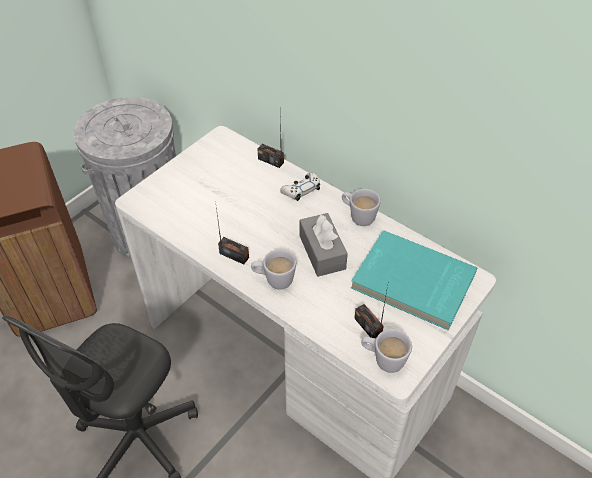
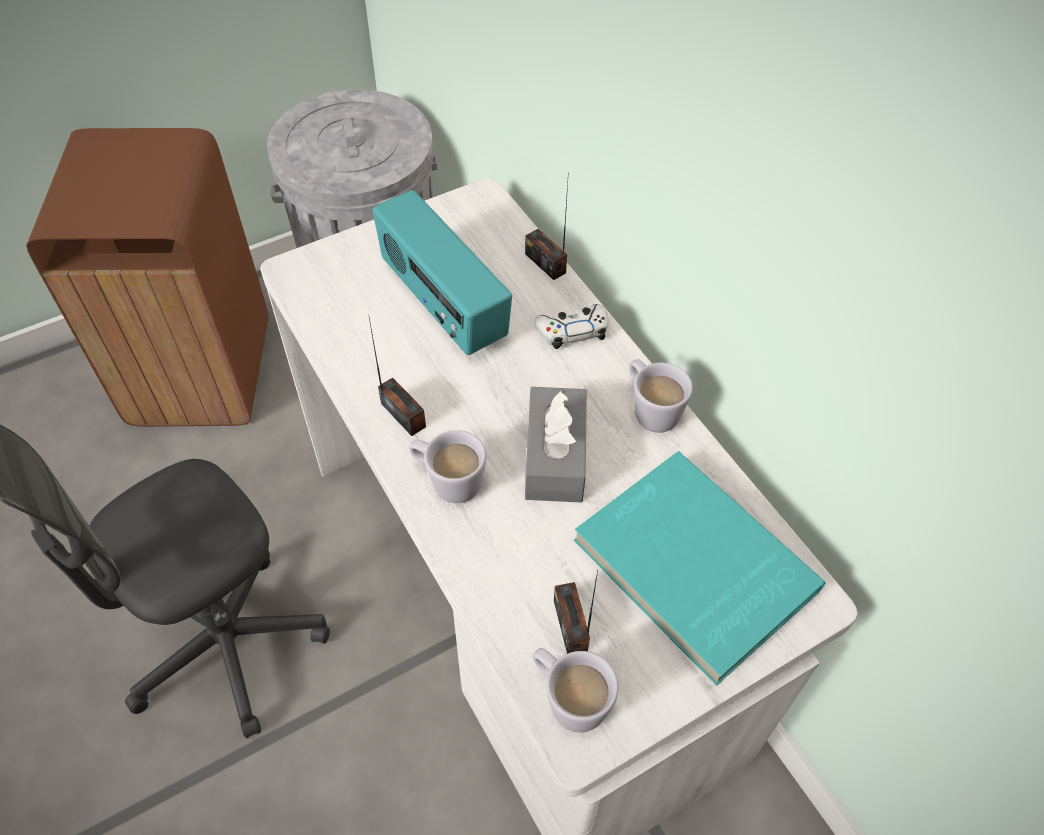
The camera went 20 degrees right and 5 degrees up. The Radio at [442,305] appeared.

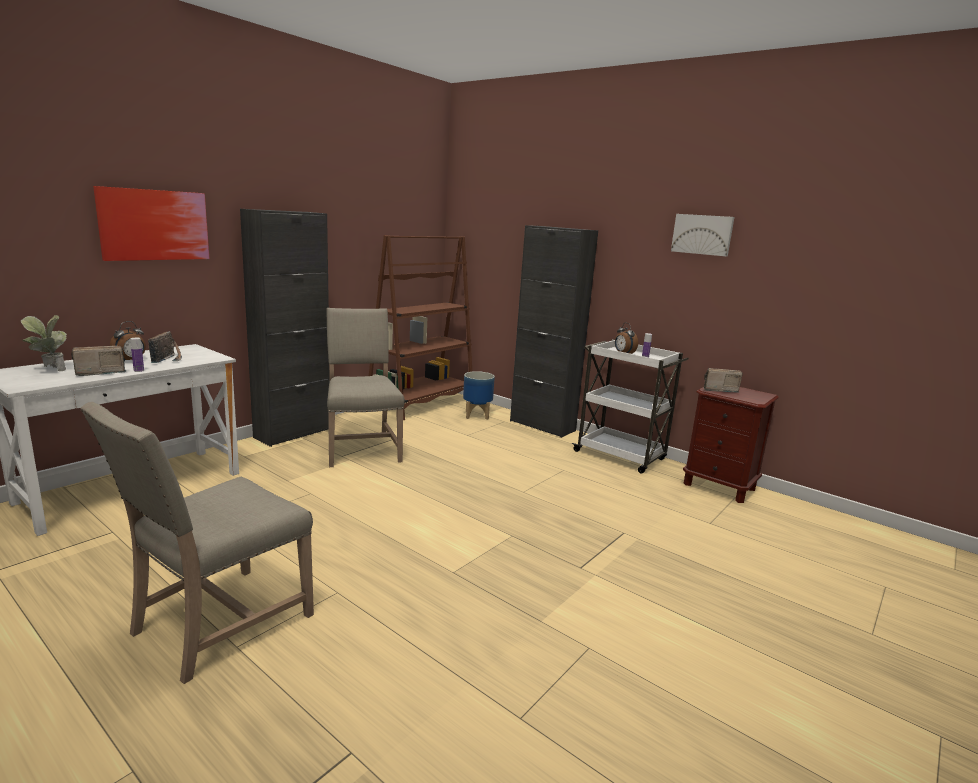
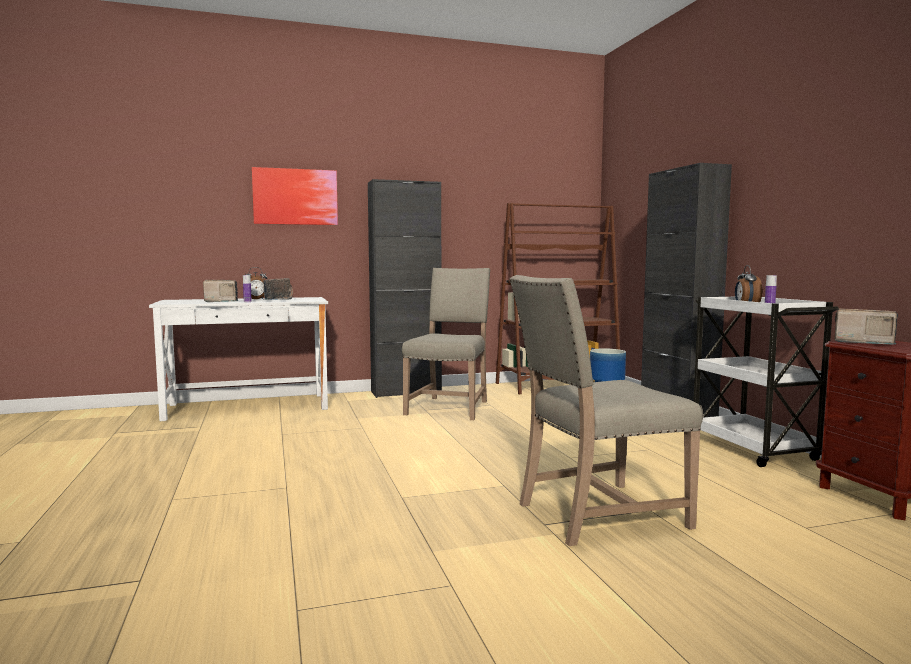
The camera went 35 degrees right and 10 degrees down. The BeigeChair moved from [217,624] to [596,514]. The PottedPlant at [50,370] disappeared. The Picture at [702,234] disappeared.

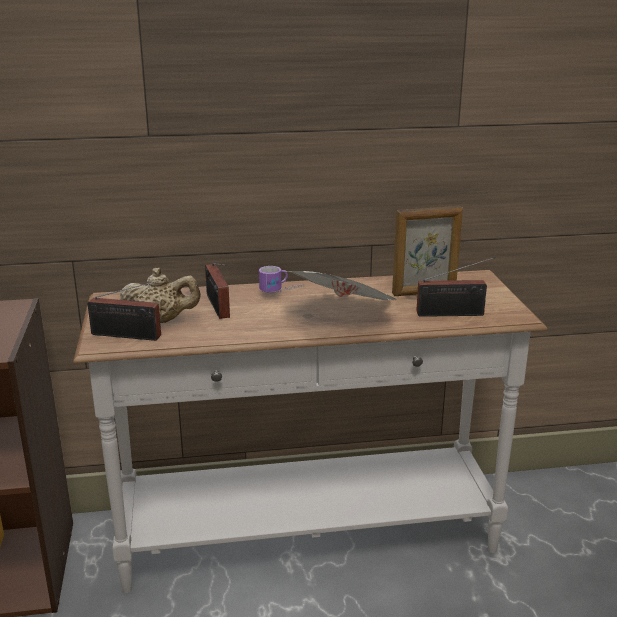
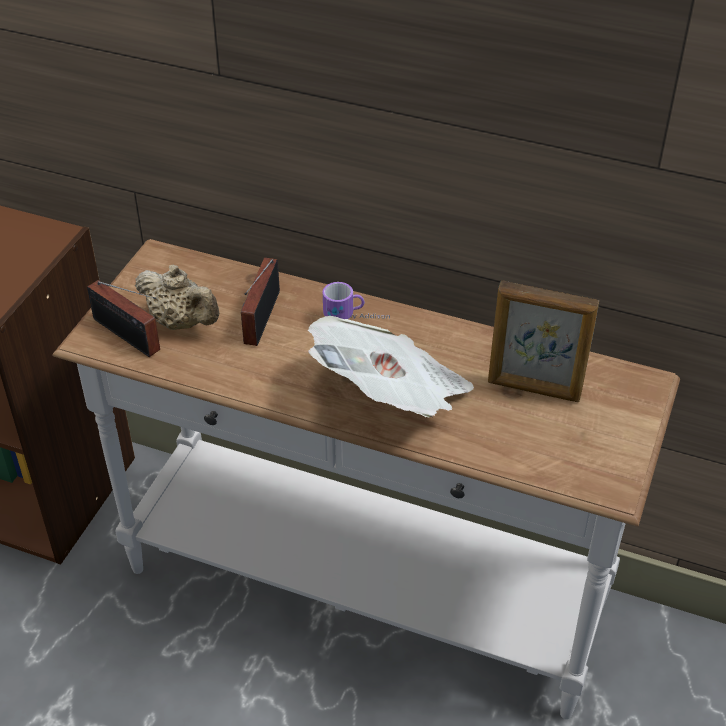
The camera went 30 degrees right and 20 degrees up. The Radio at [454,314] disappeared.

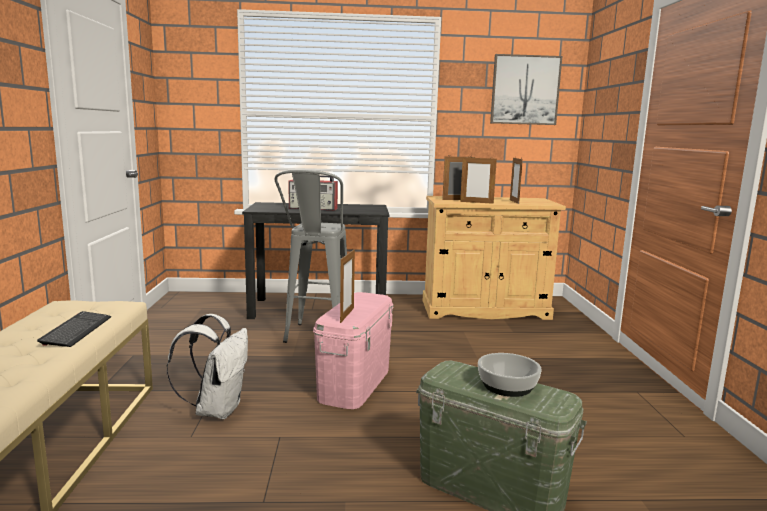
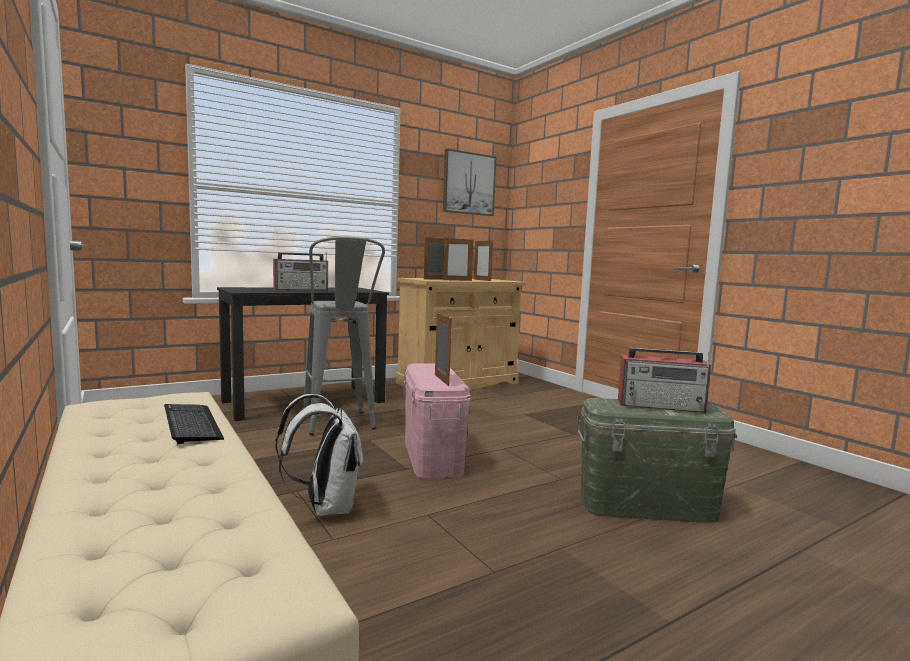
The camera went 30 degrees left and 5 degrees down. The Bowl at [508,386] was replaced by the Radio at [661,406].

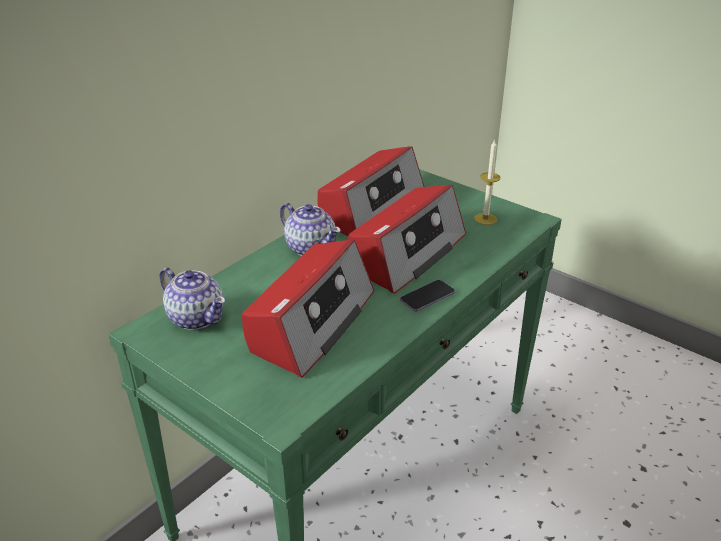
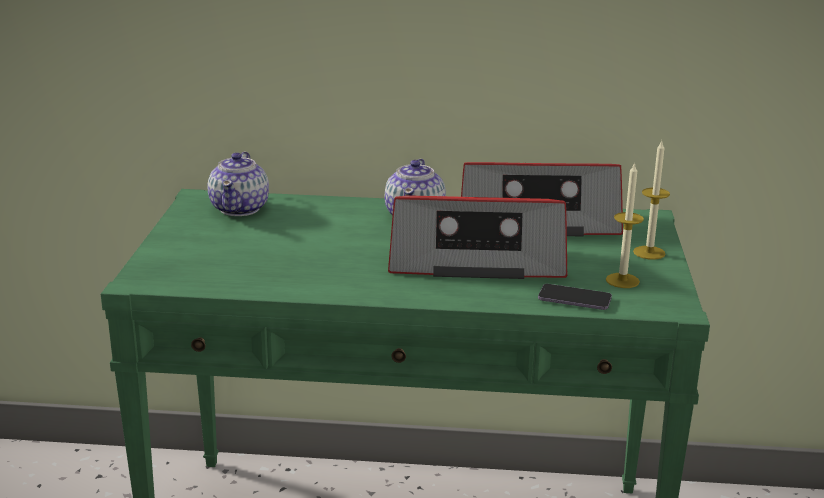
The camera went 55 degrees right and 10 degrees down. The Phone moved from [427,297] to [574,299]. The Candle at [649,252] appeared. The Radio at [311,322] disappeared.

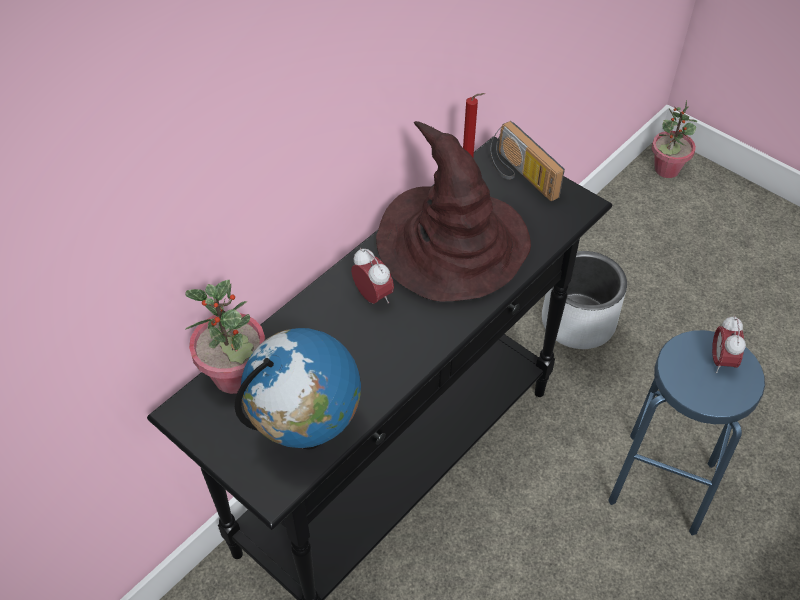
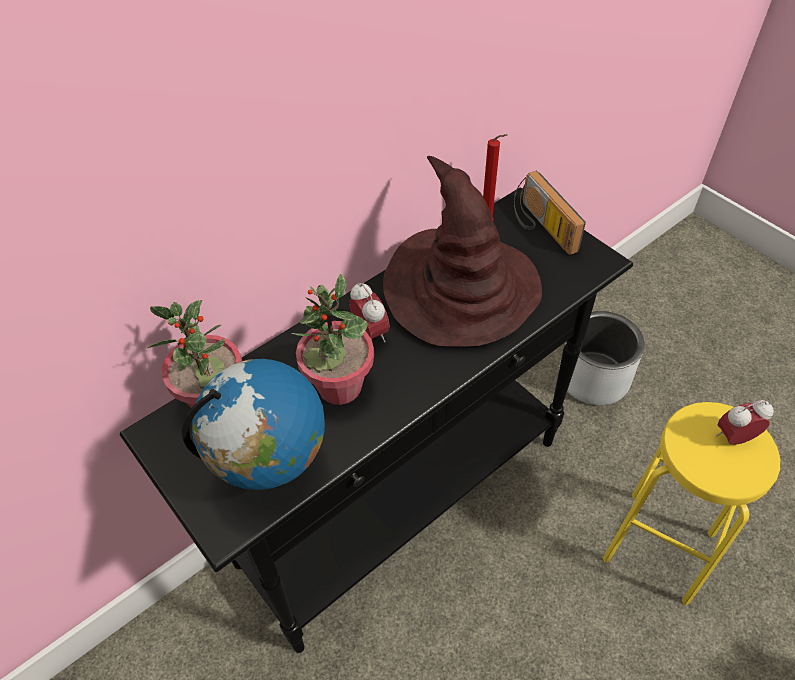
The camera went 10 degrees right and 0 degrees up. The PottedPlant moved from [666,169] to [339,386]. The BlueStool at [662,483] became the YellowStool at [659,546]. The AlarmClock at [721,361] turned 60 degrees clockwise.

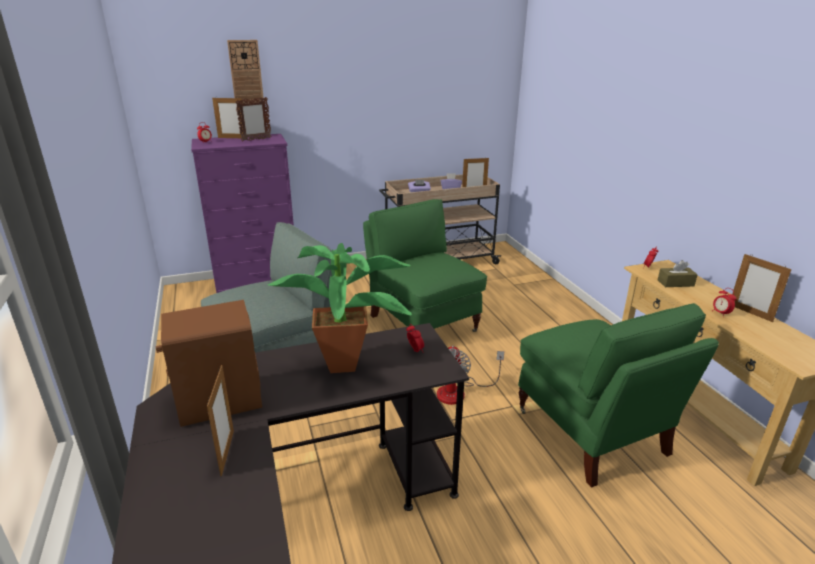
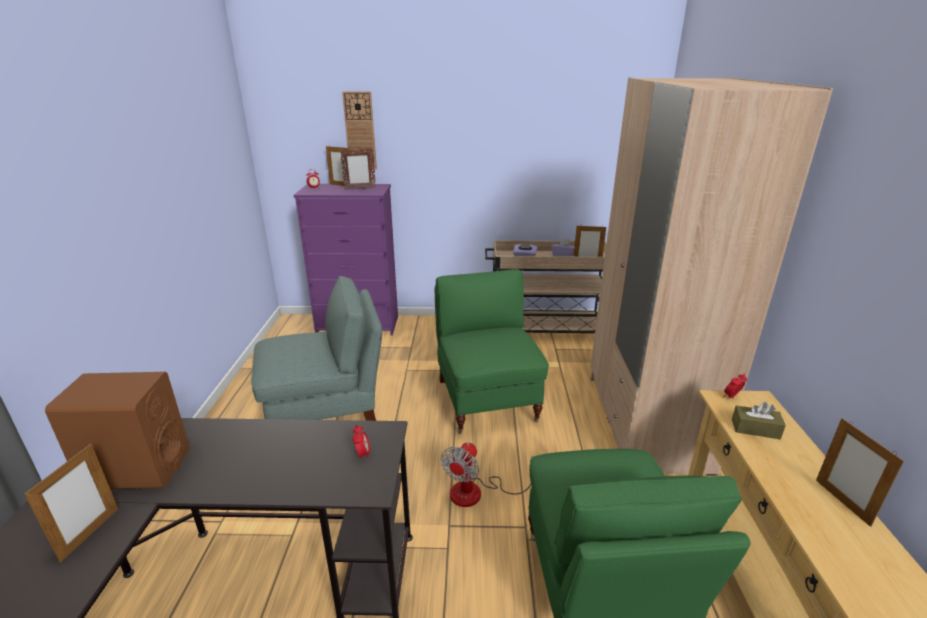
The camera went 20 degrees right and 0 degrees up. The BeigeWardrobe at [645,421] appeared. The PottedPlant at [349,366] disappeared. The AlarmClock at [720,313] disappeared.

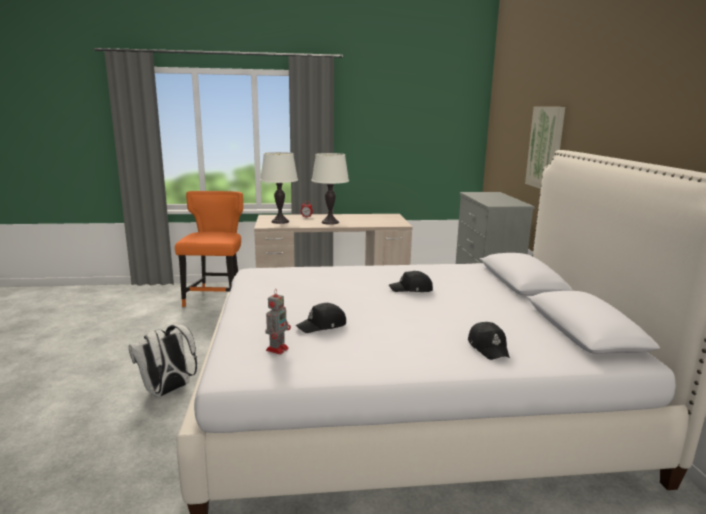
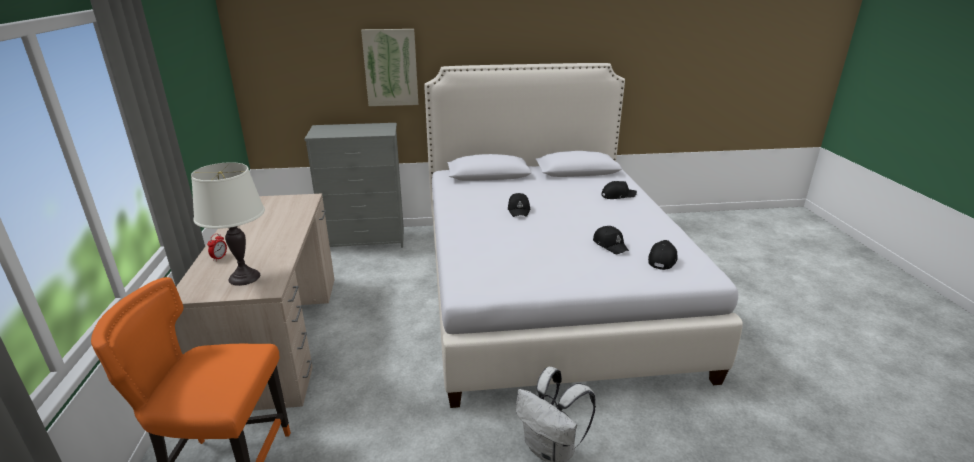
The camera went 90 degrees left and 10 degrees up. The ToyRobot at [278,349] was replaced by the BlackCap at [662,259]. The WhiteTableLamp at [330,222] disappeared.

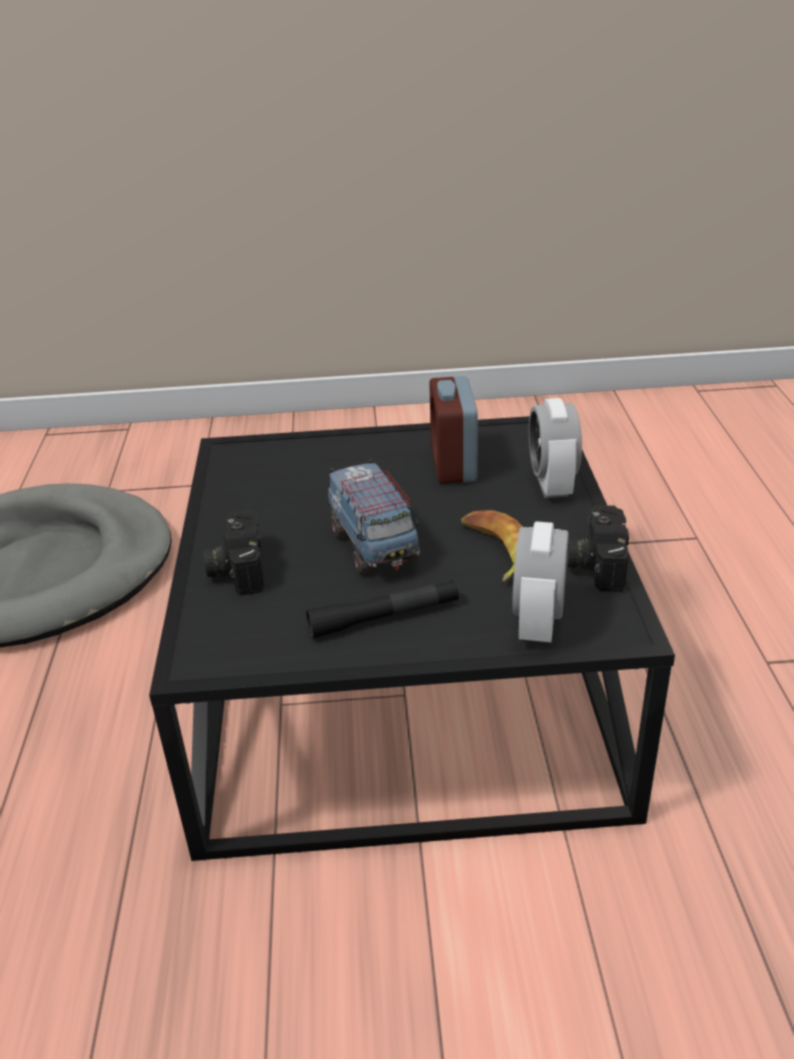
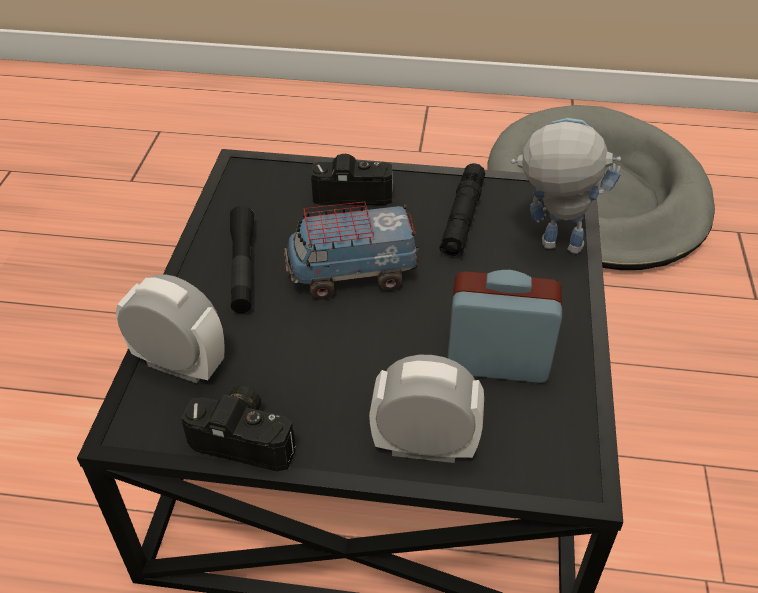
The camera went 100 degrees right and 10 degrees up. The BlackFlashlight at [462,218] appeared. The ToyRobot at [549,246] appeared. The Banana at [494,550] disappeared.

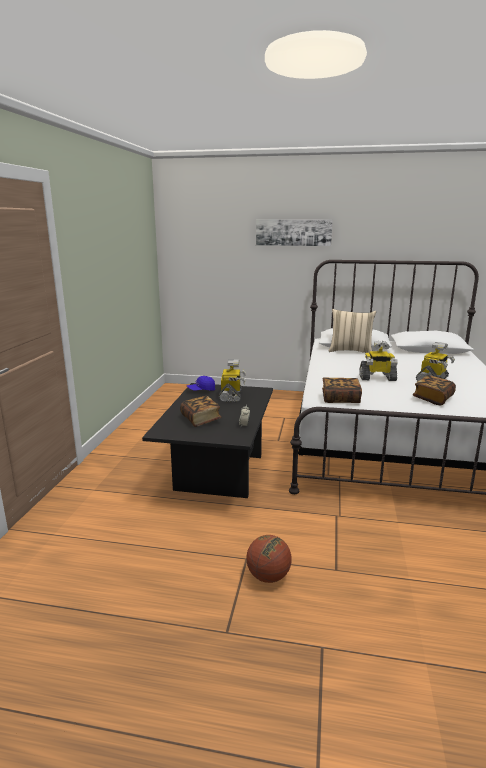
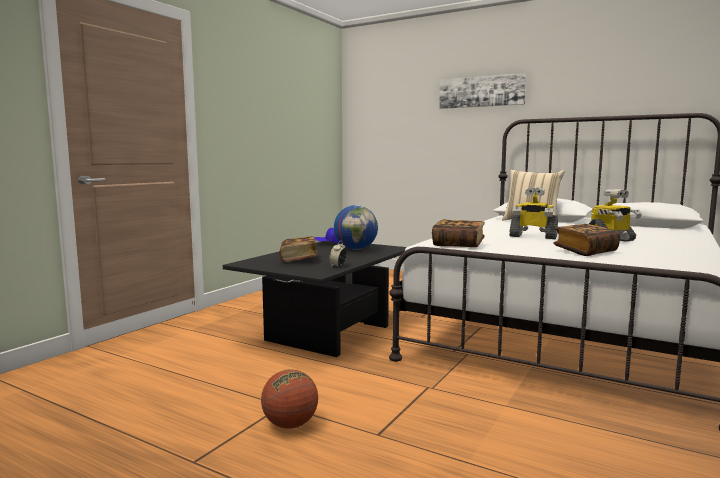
The camera went 20 degrees right and 10 degrees down. The ToyRobot at [231,396] was replaced by the Globe at [356,249].

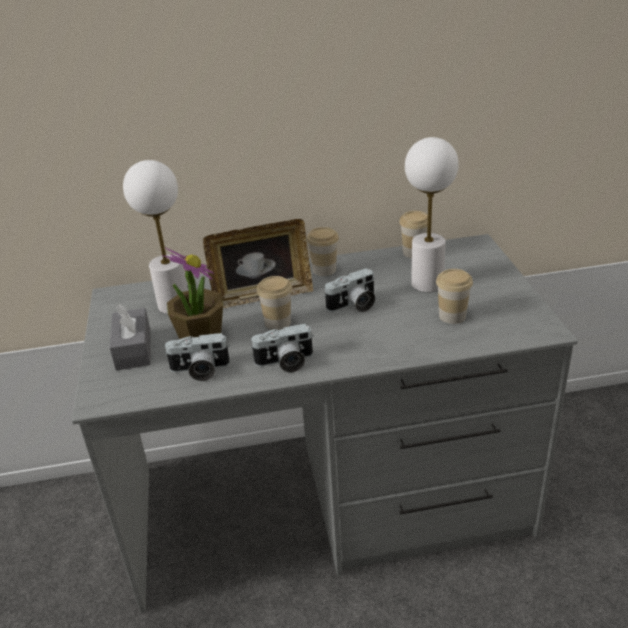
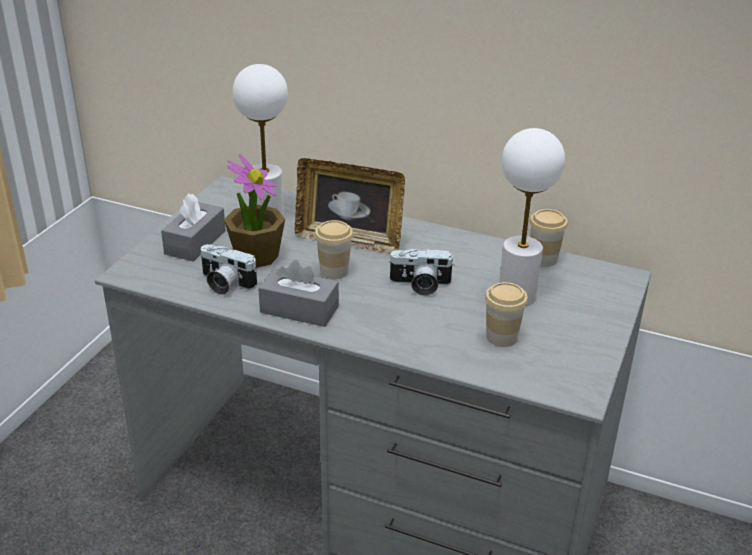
The camera went 30 degrees right and 0 degrees up. The PhotoCamera at [285,363] was replaced by the GreyTissueBox at [299,309]. The Cup at [324,270] disappeared.

